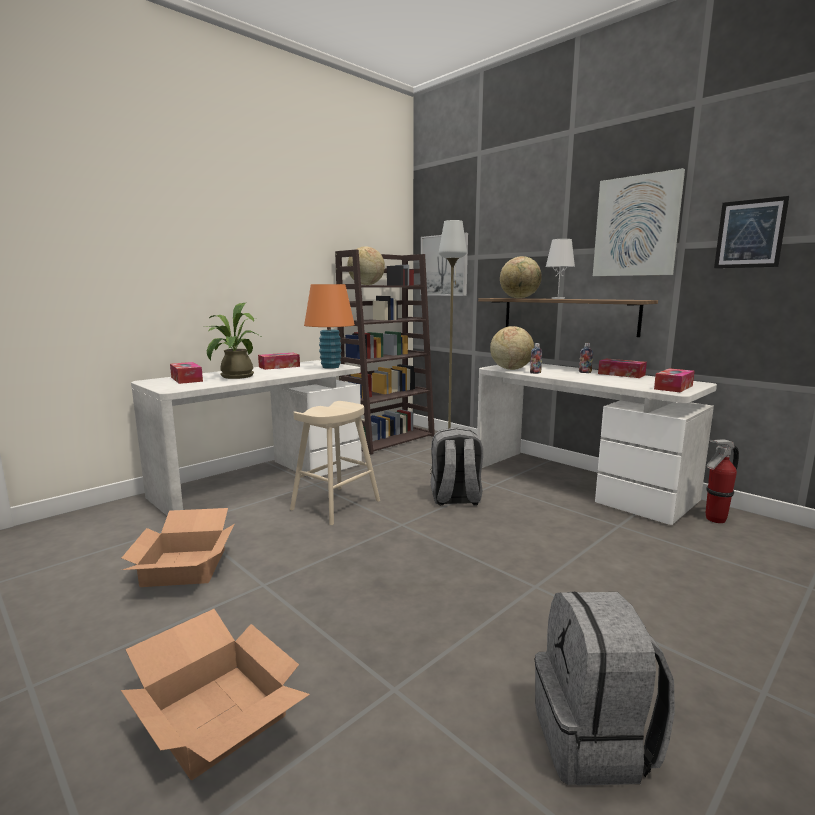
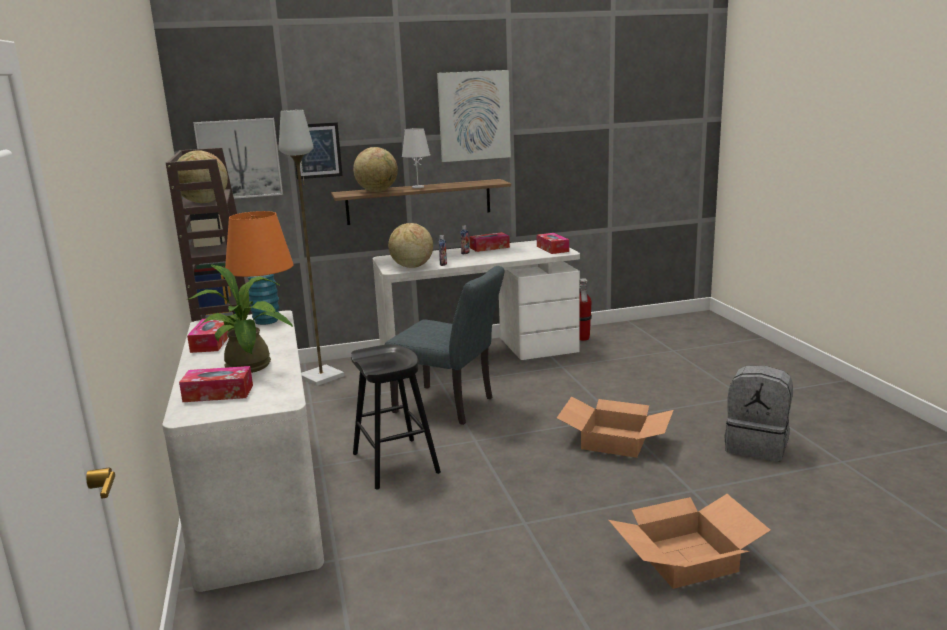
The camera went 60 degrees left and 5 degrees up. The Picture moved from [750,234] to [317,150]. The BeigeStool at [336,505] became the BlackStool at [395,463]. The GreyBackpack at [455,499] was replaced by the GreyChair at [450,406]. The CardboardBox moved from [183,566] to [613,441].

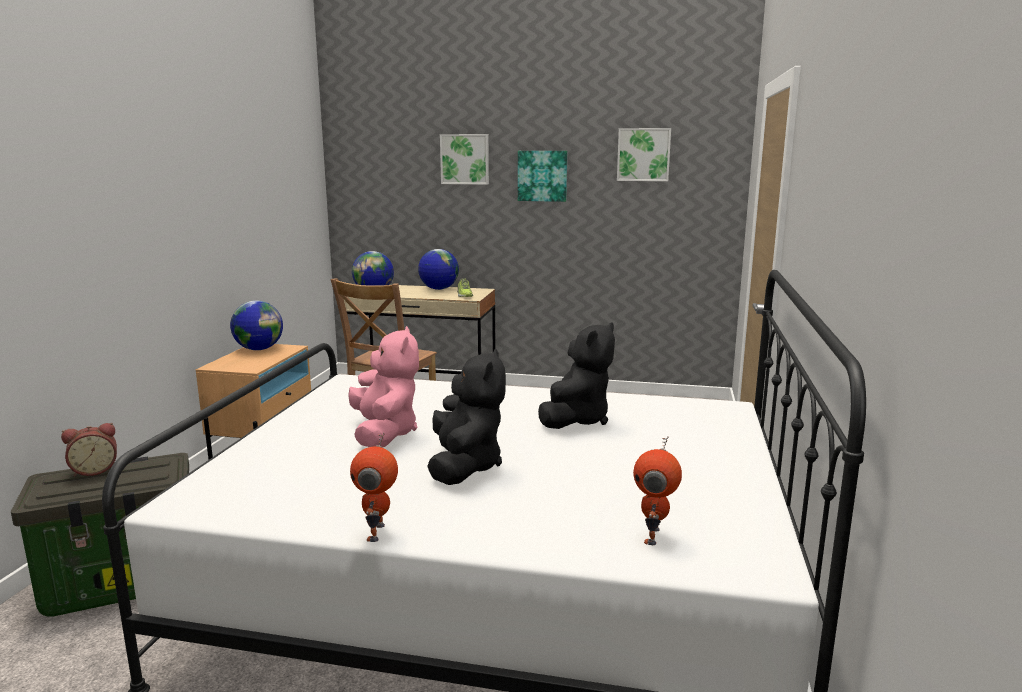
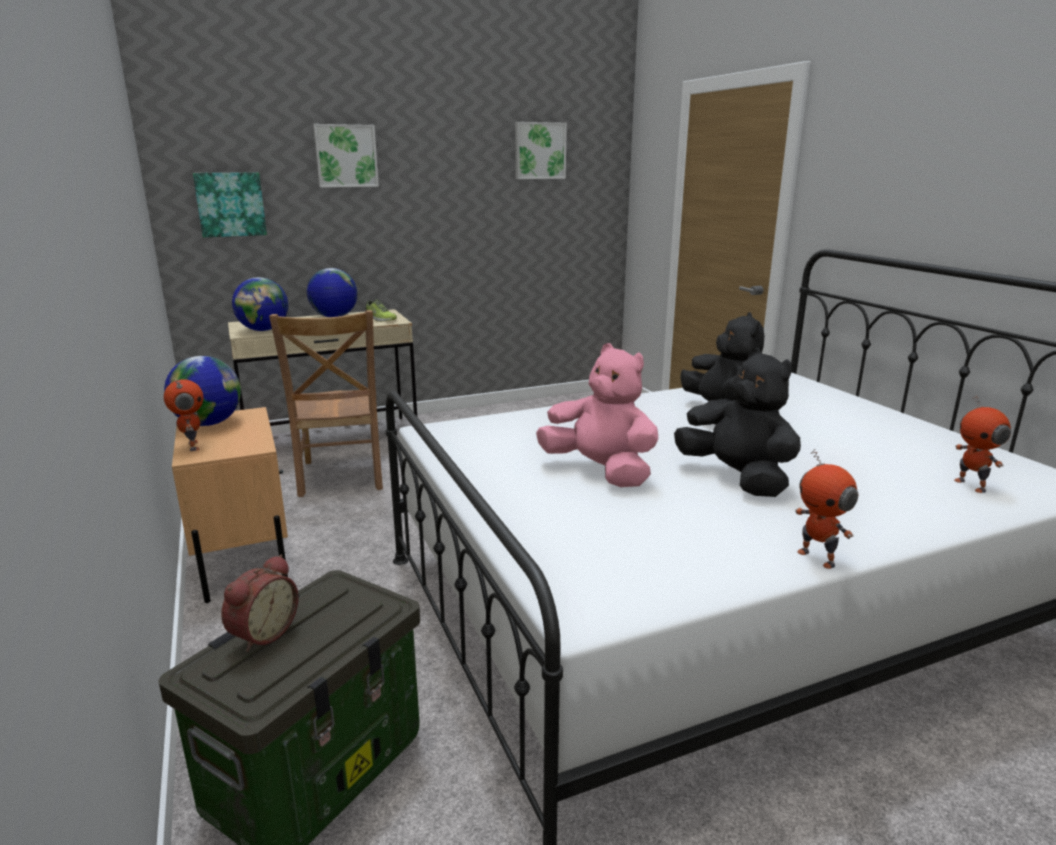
The camera went 35 degrees left and 5 degrees up. The ToyRobot at [192,446] appeared. The Picture moved from [542,176] to [230,204].

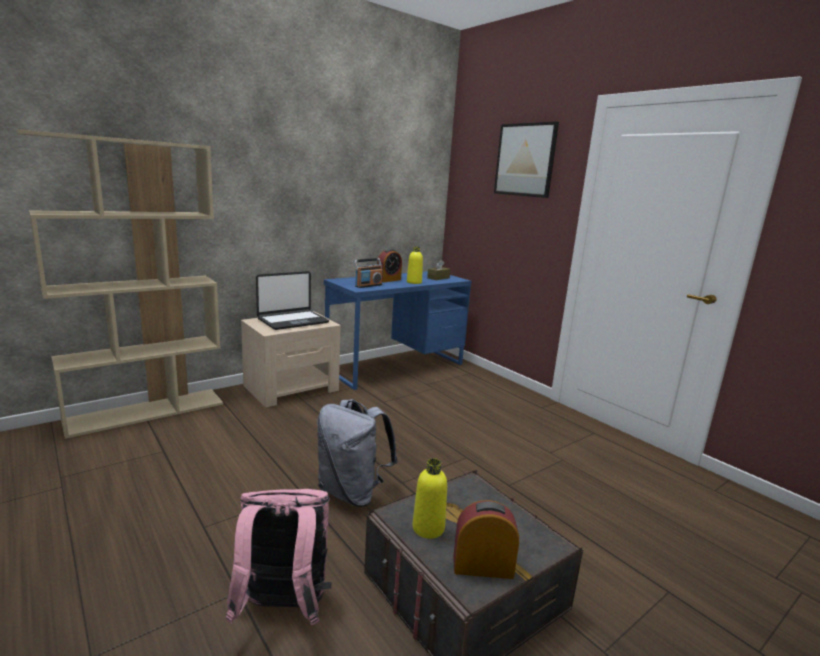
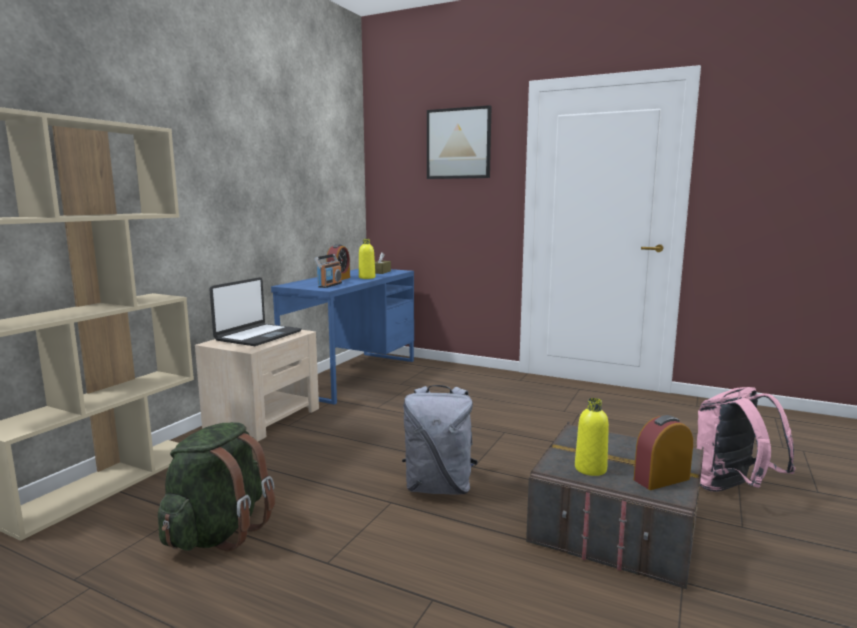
The camera went 25 degrees left and 5 degrees down. The GreenBackpack at [219,532] appeared. The PinkBackpack moved from [282,609] to [731,489].

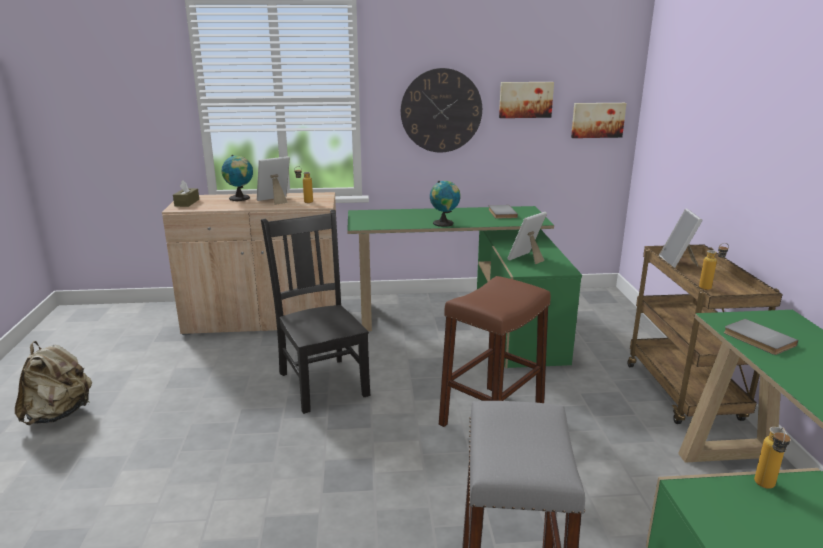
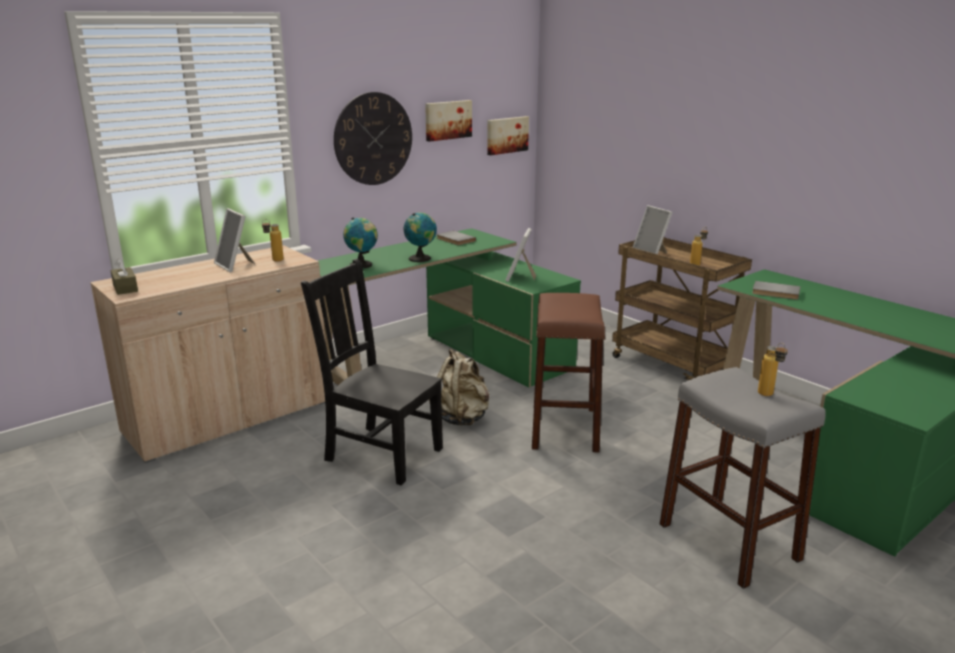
The camera went 35 degrees left and 0 degrees up. The PictureFrame at [275,200] turned 60 degrees counterclockwise. The Globe moved from [240,198] to [362,265]. The BeigeBackpack moved from [59,414] to [462,418]. The Bottle moved from [765,488] to [769,396].

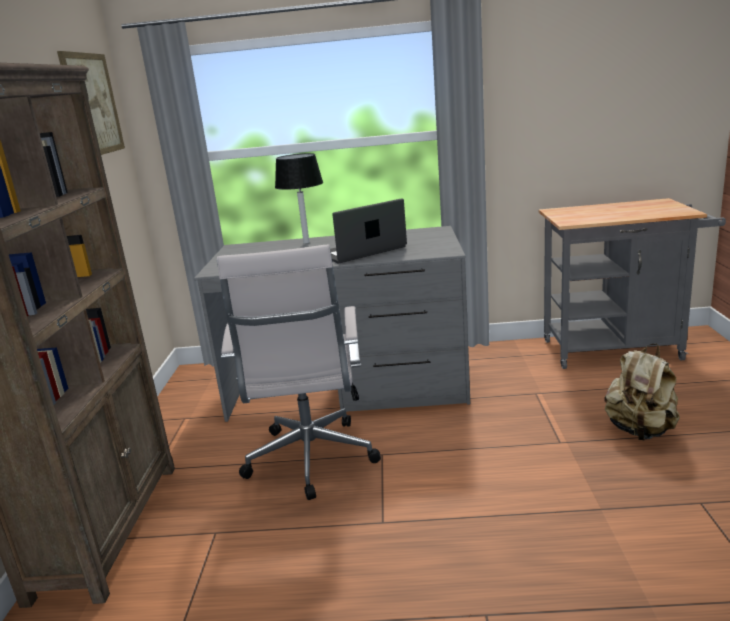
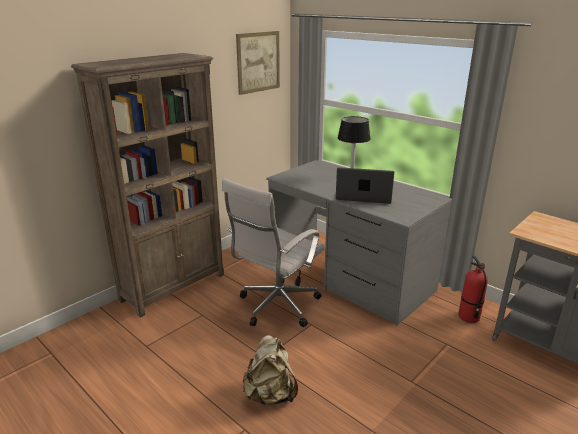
The camera went 40 degrees right and 5 degrees up. The BeigeBackpack moved from [640,430] to [270,394]. The FireExtinguisher at [468,317] appeared.

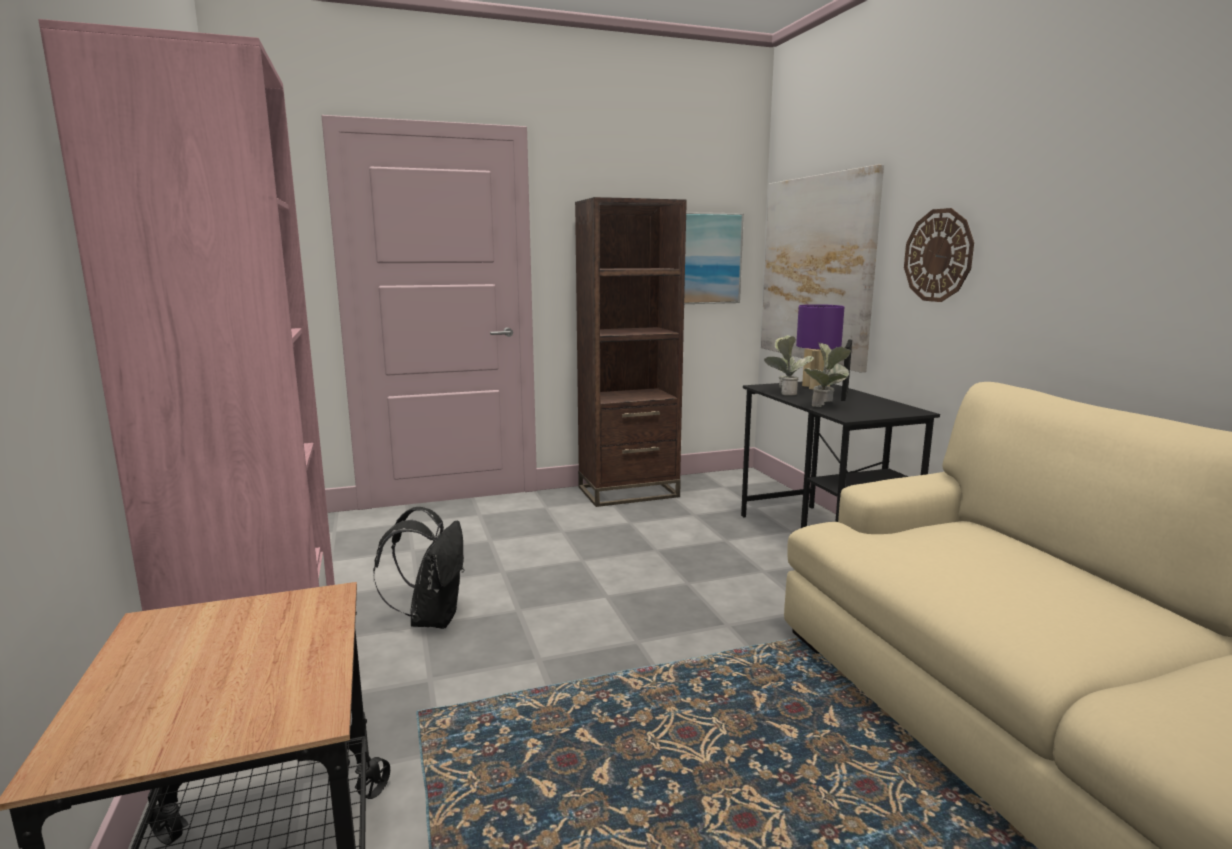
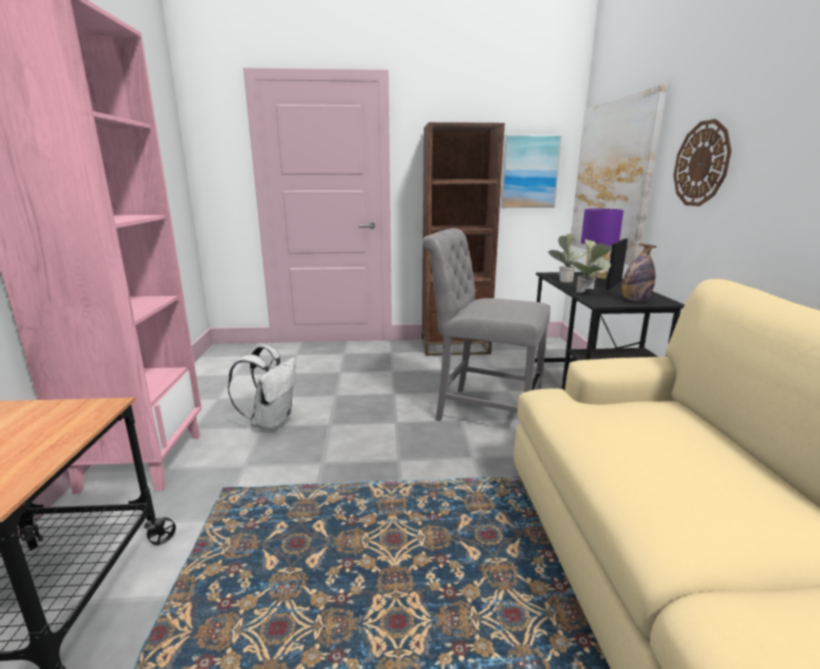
The camera went 15 degrees right and 5 degrees up. The BlackBackpack at [432,618] became the WhiteBackpack at [271,422]. The GreyChair at [482,410] appeared. The Bottle at [635,300] appeared.

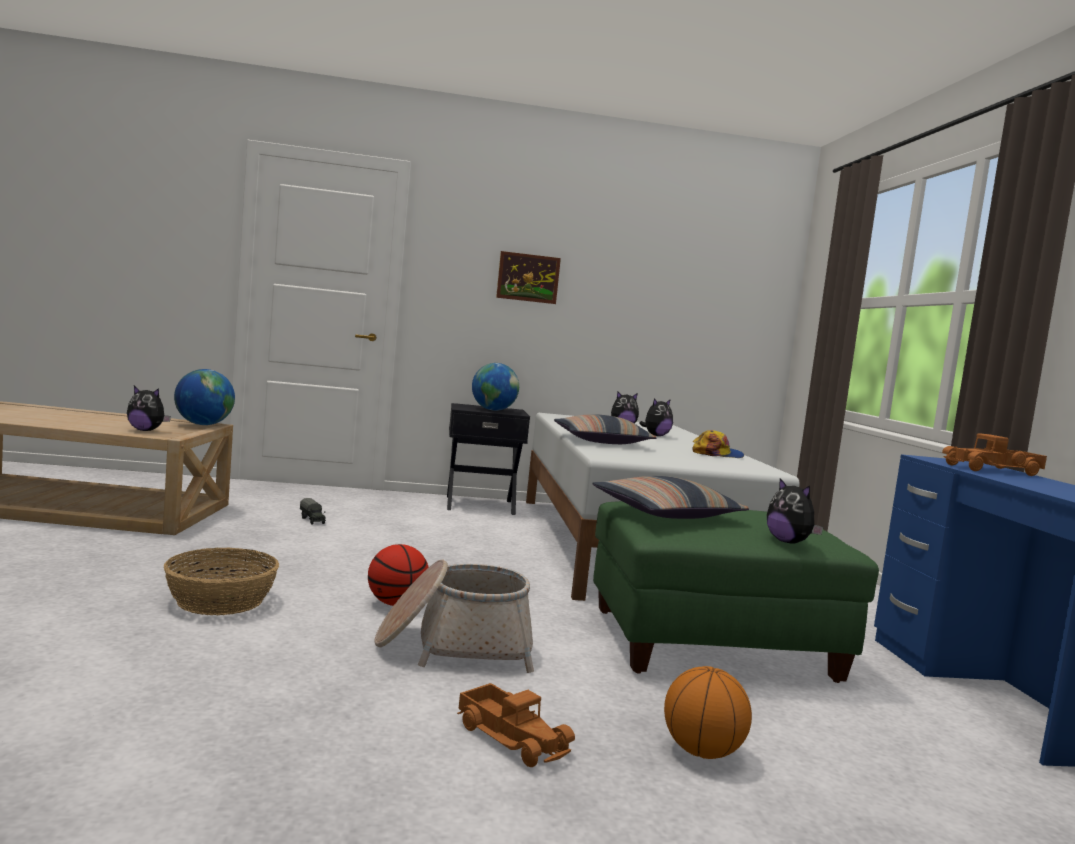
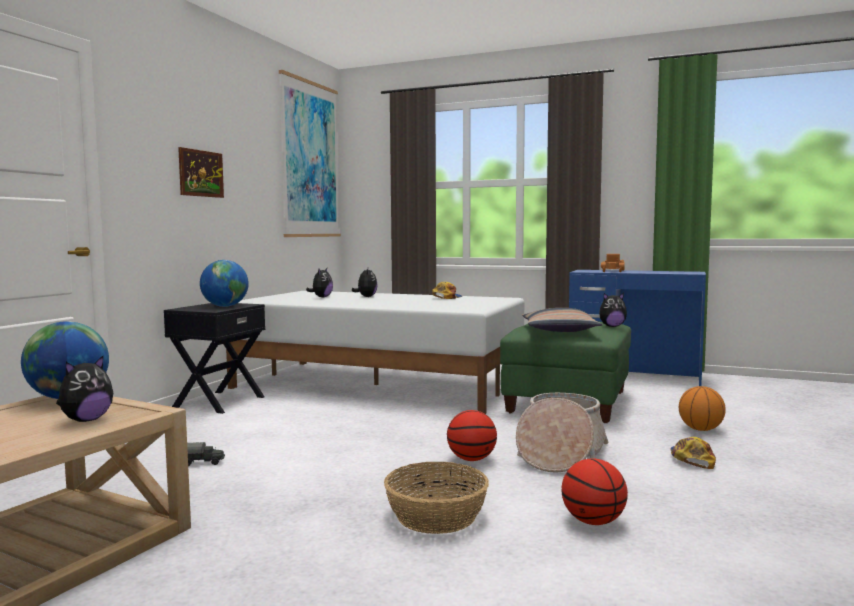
The camera went 60 degrees left and 0 degrees up. The Picture at [310,160] appeared. The Basketball at [593,522] appeared. The ToyTruck at [513,737] was replaced by the Cap at [691,459]. The Pillow at [601,441] disappeared.

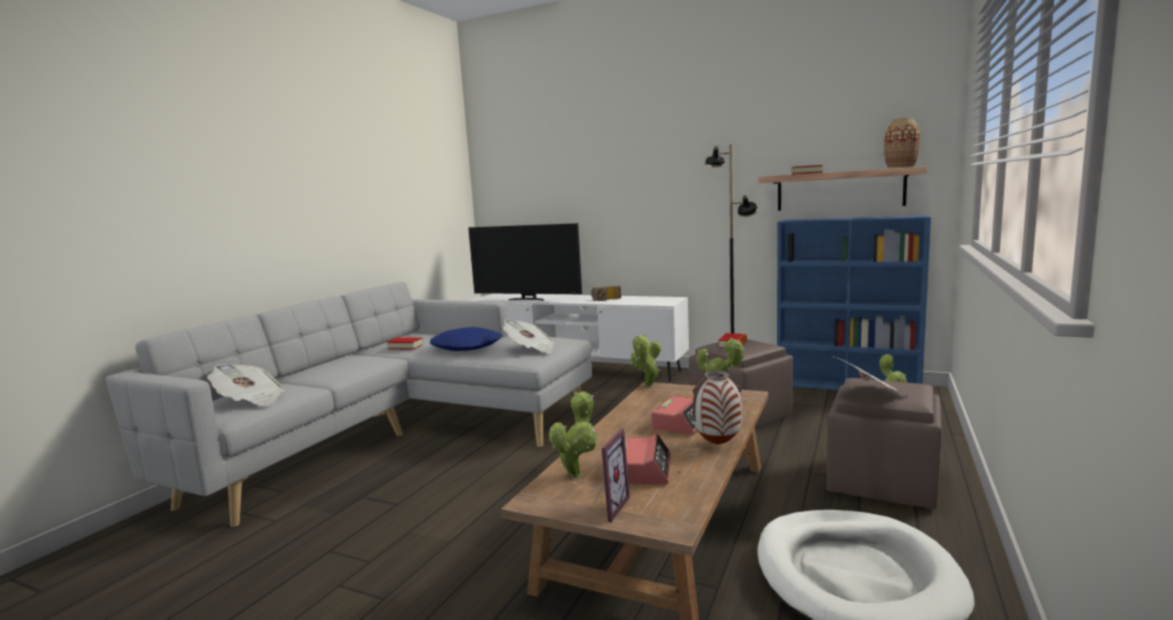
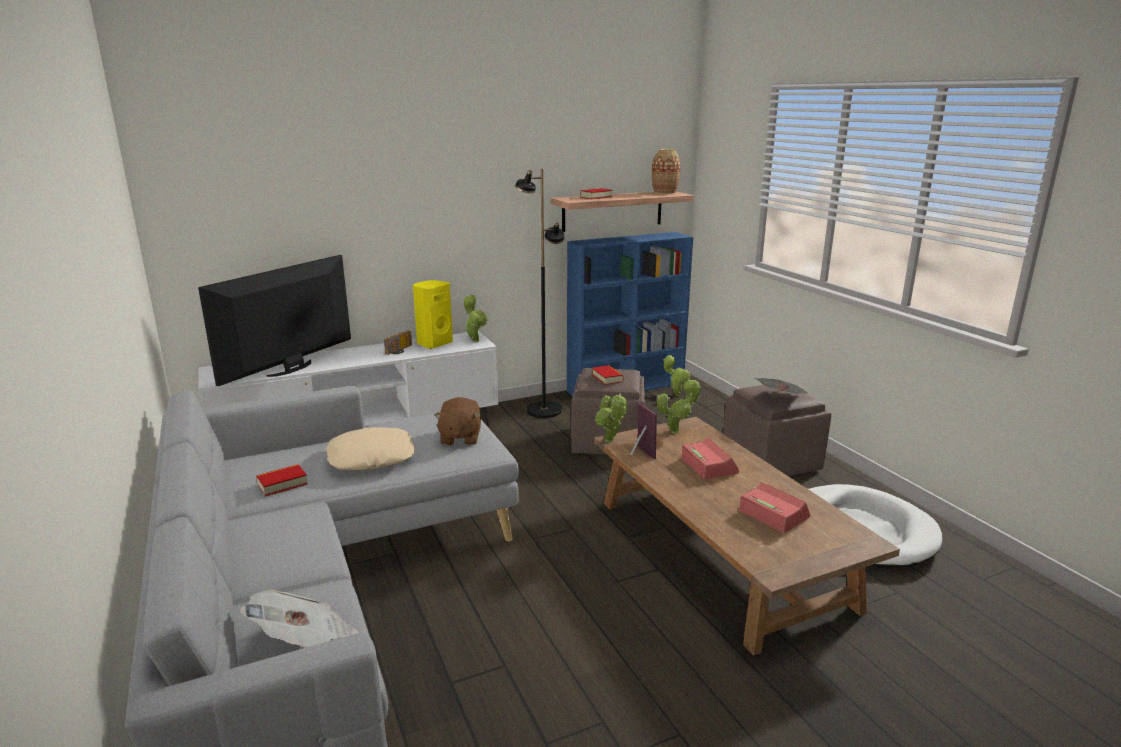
The camera went 50 degrees left and 10 degrees up. The Television at [528,299] turned 150 degrees clockwise. The BluePillow at [467,347] became the BeigePillow at [371,457]. The YellowSpeaker at [434,343] appeared. The Newspaper at [531,350] was replaced by the BrownPlushToy at [460,438]. The PottedPlant moved from [577,473] to [475,340]. The PictureFrame moved from [607,507] to [639,453]. The Vase at [718,444] disappeared.

